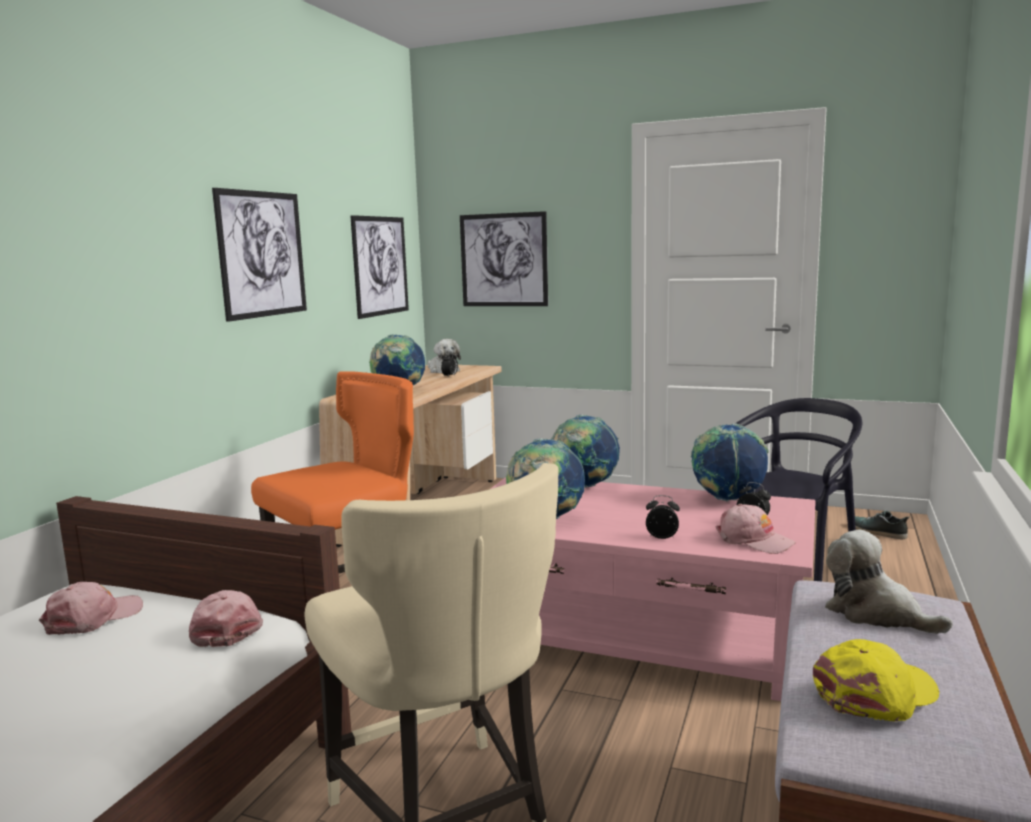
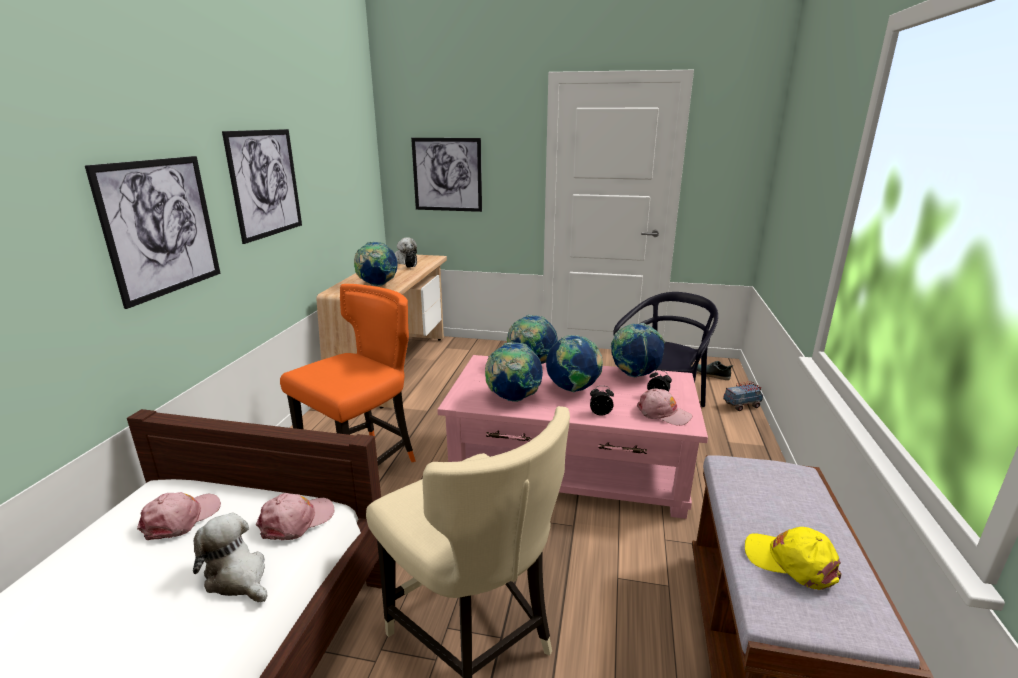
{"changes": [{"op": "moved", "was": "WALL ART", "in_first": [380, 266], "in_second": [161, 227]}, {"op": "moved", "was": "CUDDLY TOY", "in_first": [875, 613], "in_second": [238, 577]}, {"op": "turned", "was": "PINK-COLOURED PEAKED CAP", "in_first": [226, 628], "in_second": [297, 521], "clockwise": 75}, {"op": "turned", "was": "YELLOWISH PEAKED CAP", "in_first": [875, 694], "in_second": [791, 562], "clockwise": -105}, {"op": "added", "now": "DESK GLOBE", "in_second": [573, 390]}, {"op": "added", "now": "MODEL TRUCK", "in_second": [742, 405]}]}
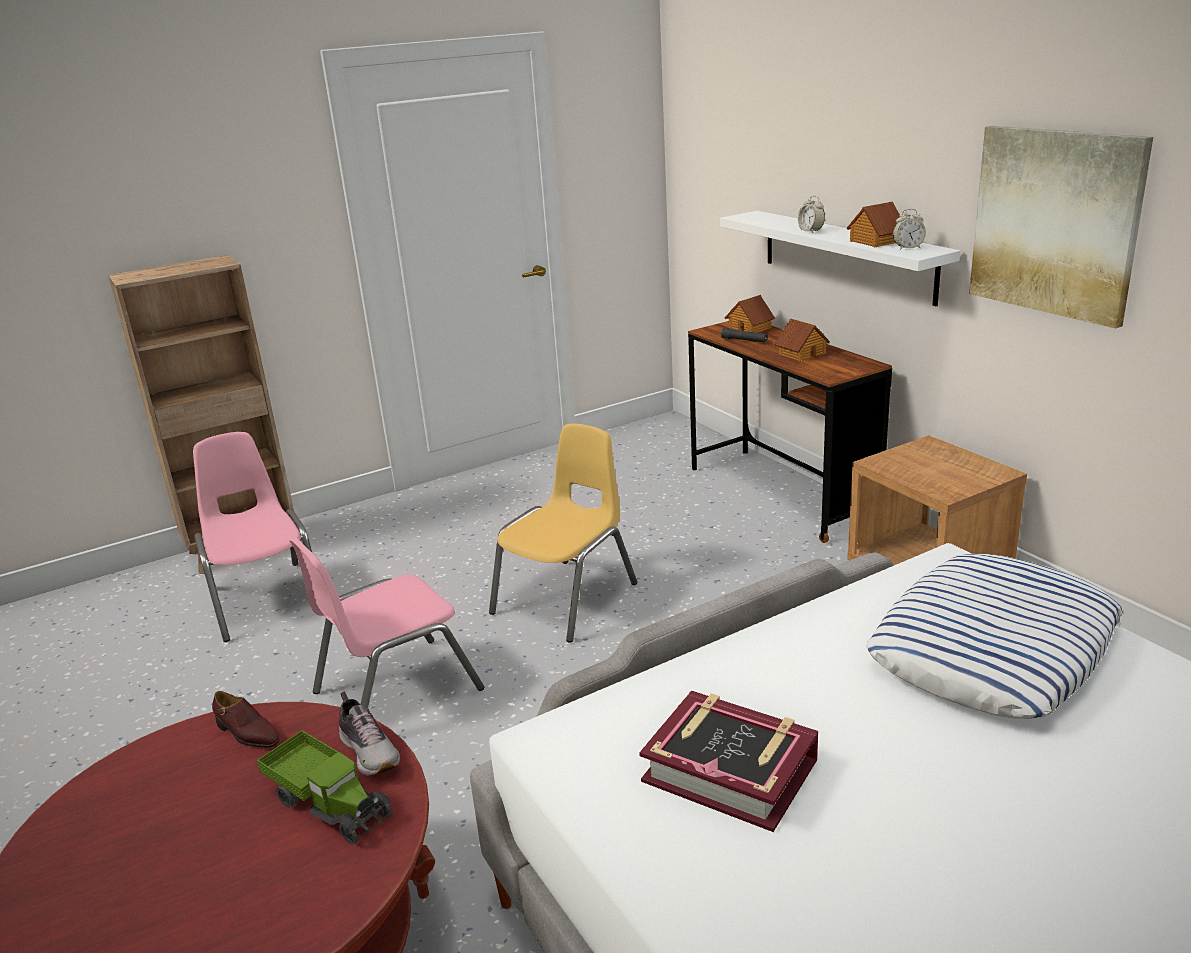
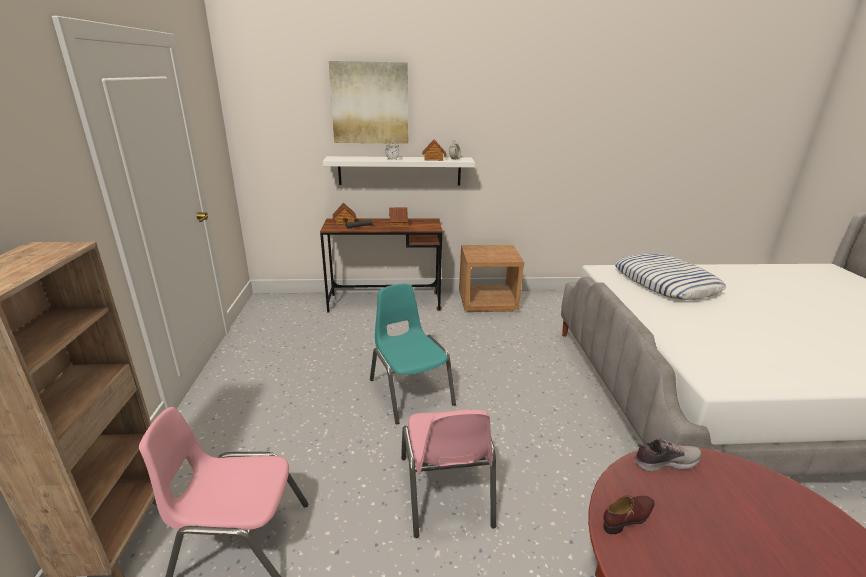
{"changes": [{"op": "moved", "was": "WALL ART", "in_first": [1055, 222], "in_second": [370, 103]}, {"op": "recoloured", "was": "YELLOWISH UPRIGHT CHAIR", "now": "BLUE-GREEN UPRIGHT CHAIR", "in_first": [567, 599], "in_second": [410, 392]}, {"op": "removed", "was": "BOOK", "in_first": [730, 770]}, {"op": "removed", "was": "MODEL TRUCK", "in_first": [329, 803]}]}
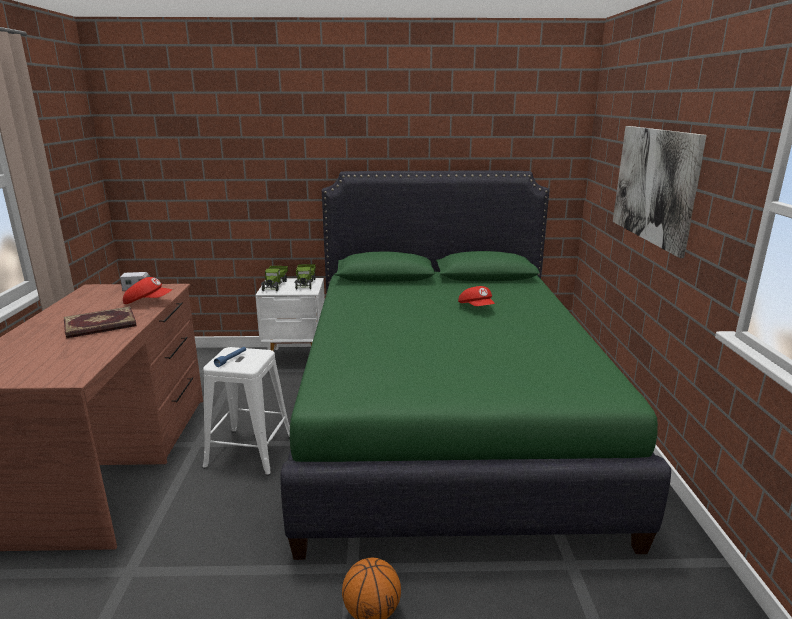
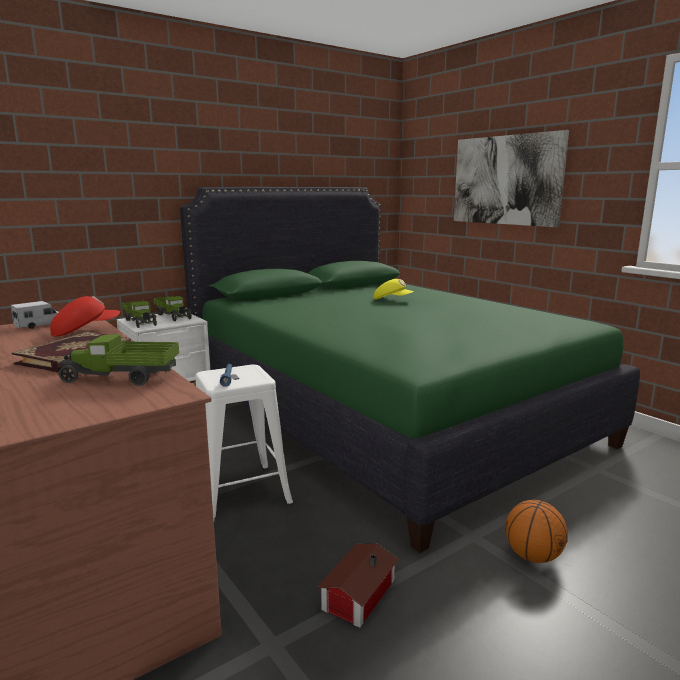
{"changes": [{"op": "recoloured", "was": "REDDISH PEAKED CAP", "now": "YELLOWISH PEAKED CAP", "in_first": [477, 308], "in_second": [392, 300]}, {"op": "added", "now": "MODEL TRUCK", "in_second": [121, 378]}, {"op": "added", "now": "MINIATURE HOUSE", "in_second": [356, 595]}]}
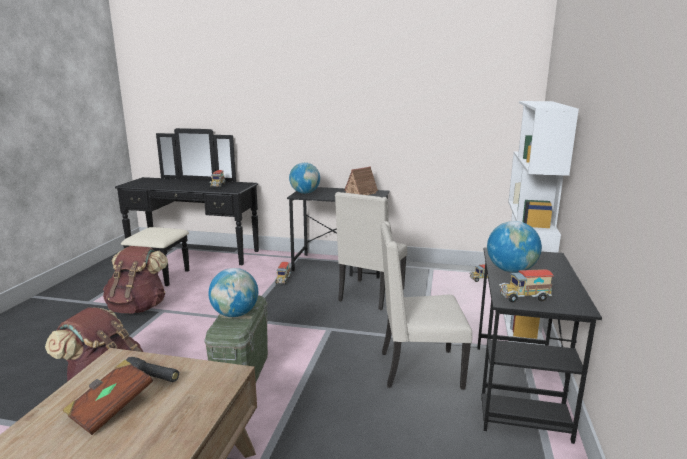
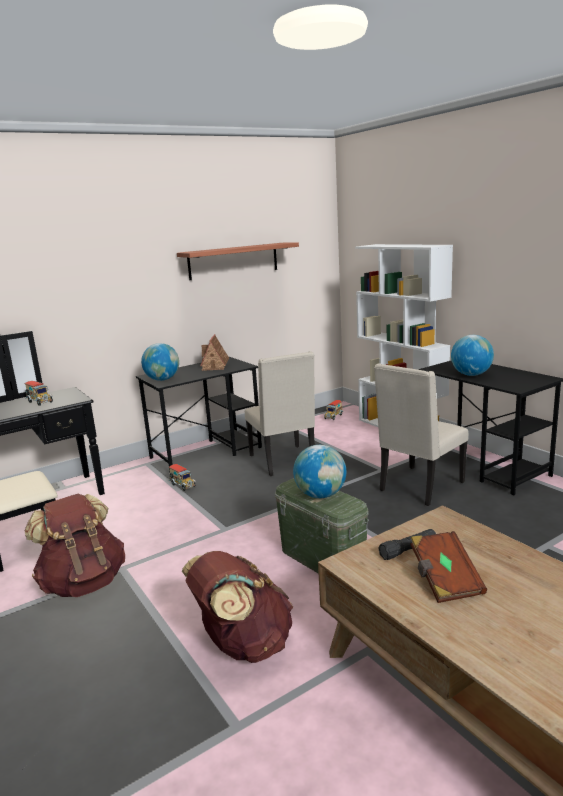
{"changes": [{"op": "removed", "was": "MODEL TRUCK", "in_first": [524, 298]}, {"op": "added", "now": "WALL SHELF", "in_second": [233, 261]}]}
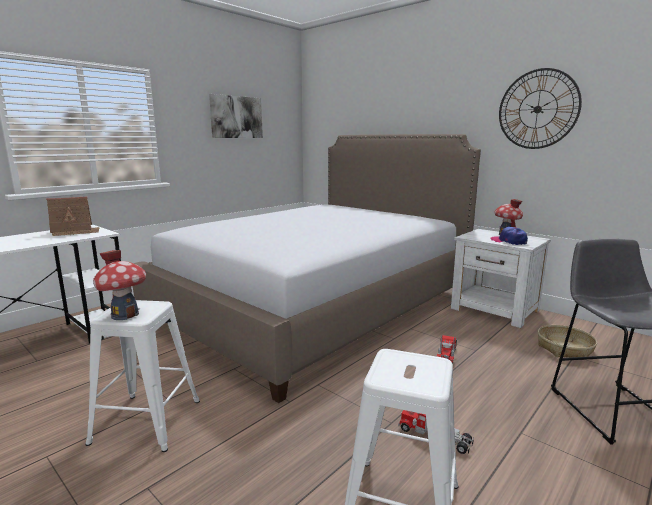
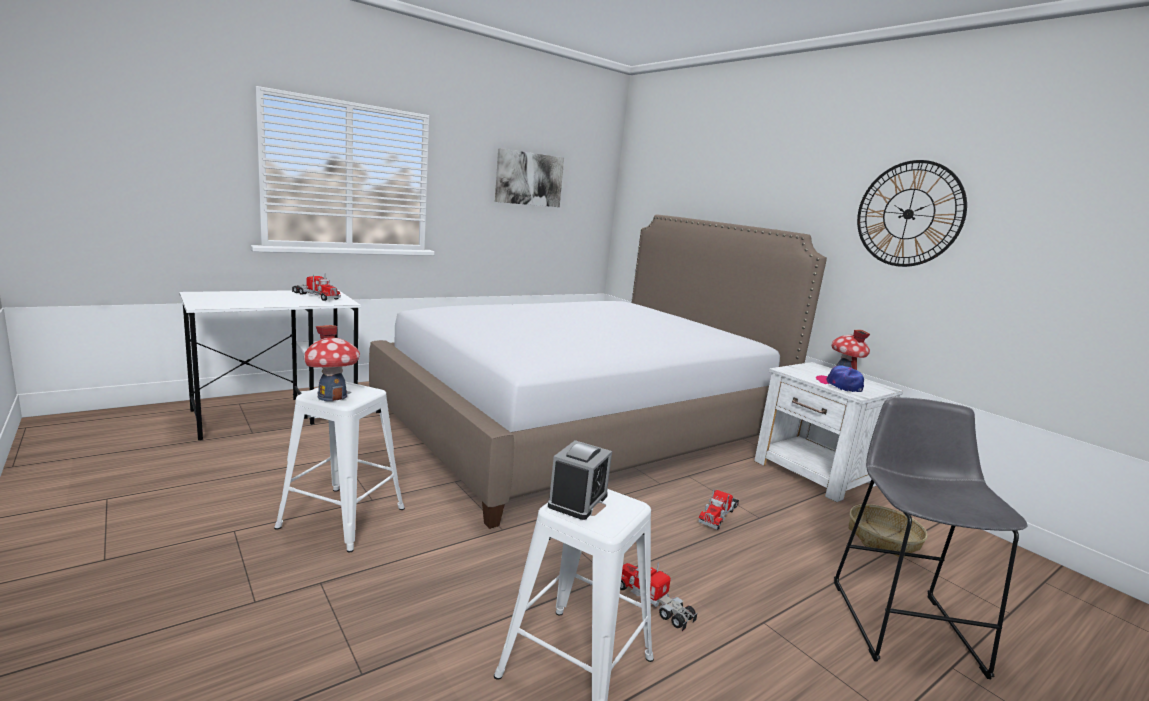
{"changes": [{"op": "replaced", "was": "MINIATURE HOUSE", "now": "MODEL TRUCK", "in_first": [75, 232], "in_second": [315, 296]}, {"op": "added", "now": "TABLE CLOCK", "in_second": [578, 501]}]}
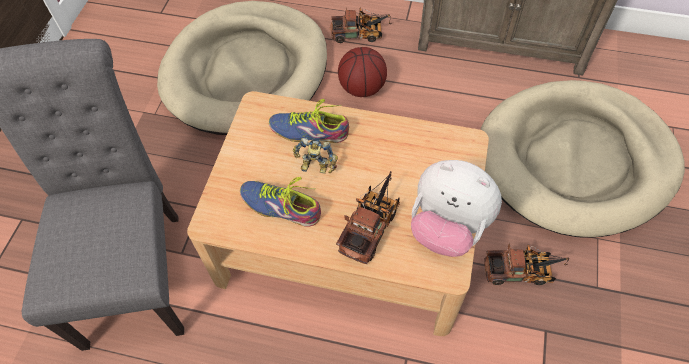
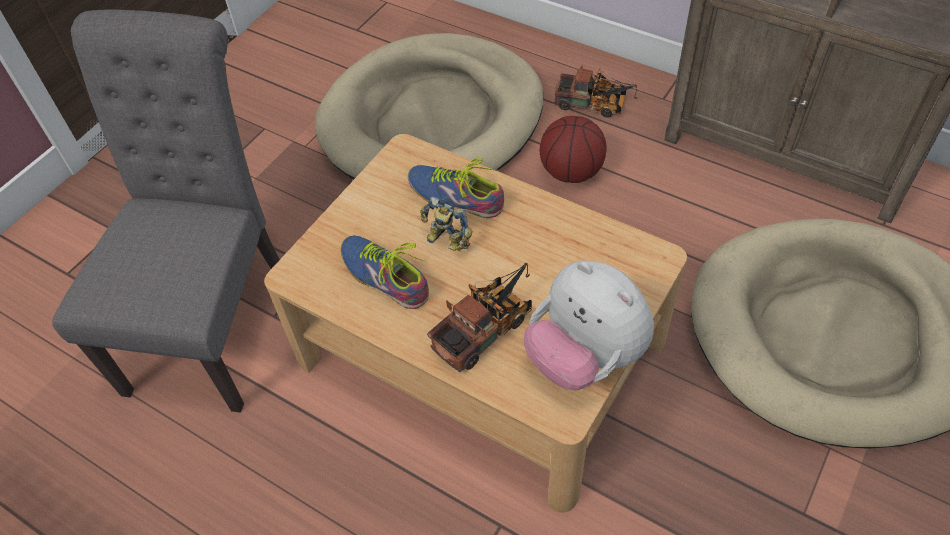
{"changes": [{"op": "removed", "was": "MODEL TRUCK", "in_first": [522, 272]}]}
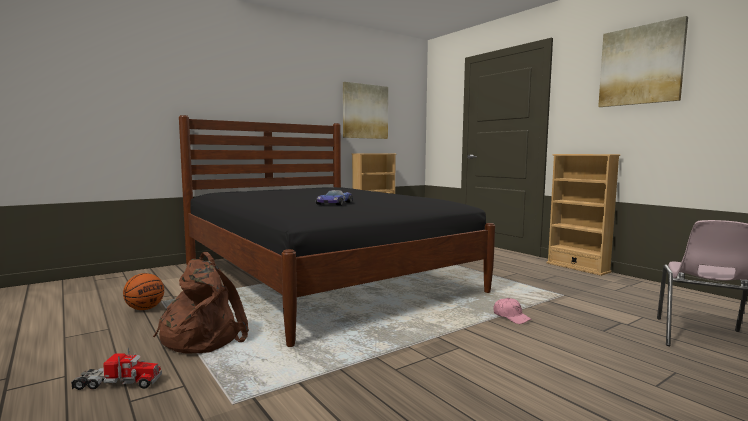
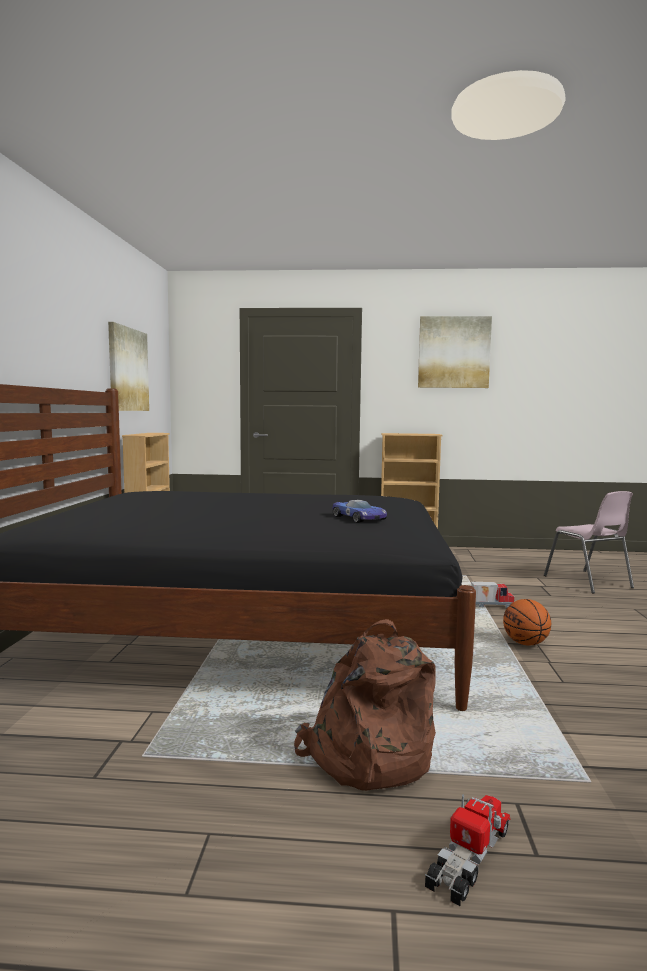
{"changes": [{"op": "moved", "was": "BASKETBALL", "in_first": [145, 309], "in_second": [525, 643]}, {"op": "replaced", "was": "PINK-COLOURED PEAKED CAP", "now": "MODEL TRUCK", "in_first": [511, 317], "in_second": [491, 606]}]}
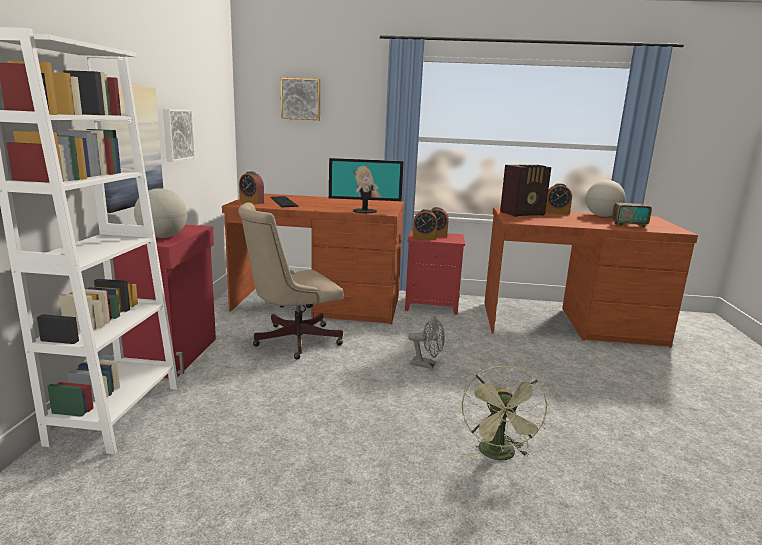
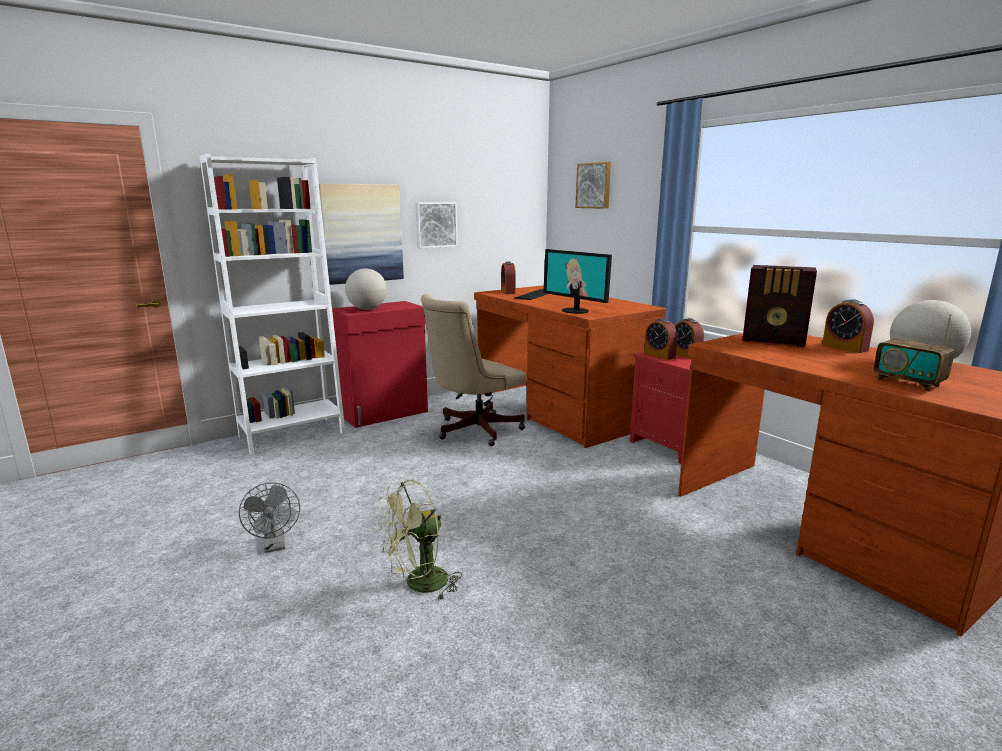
{"changes": [{"op": "turned", "was": "BEIGE-COLOURED COMPUTER CHAIR", "in_first": [291, 340], "in_second": [473, 430], "clockwise": -60}, {"op": "moved", "was": "GRAY COOLING FAN", "in_first": [427, 365], "in_second": [275, 546]}]}
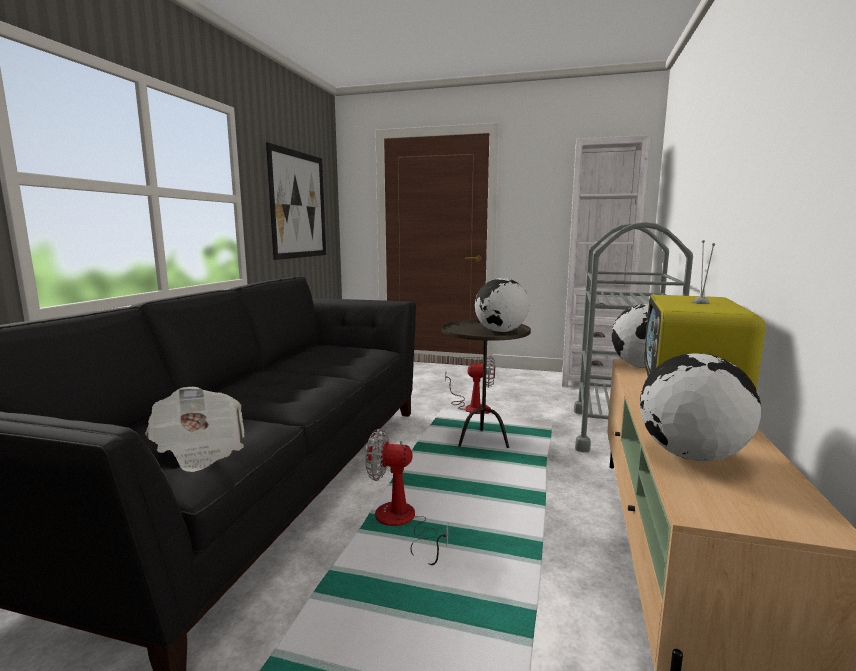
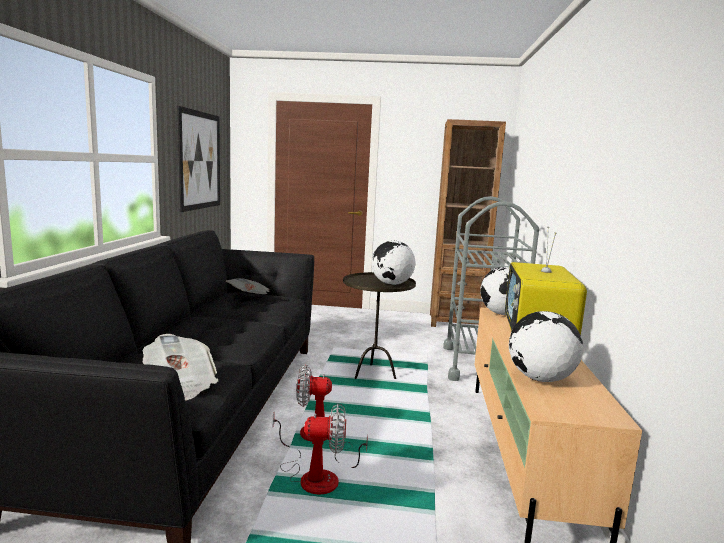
{"changes": [{"op": "recoloured", "was": "WHITISH BOOKCASE", "now": "BROWNISH BOOKCASE", "in_first": [592, 381], "in_second": [455, 322]}, {"op": "moved", "was": "COOLING FAN", "in_first": [472, 407], "in_second": [311, 476]}, {"op": "added", "now": "NEWSPAPER", "in_second": [250, 298]}]}
